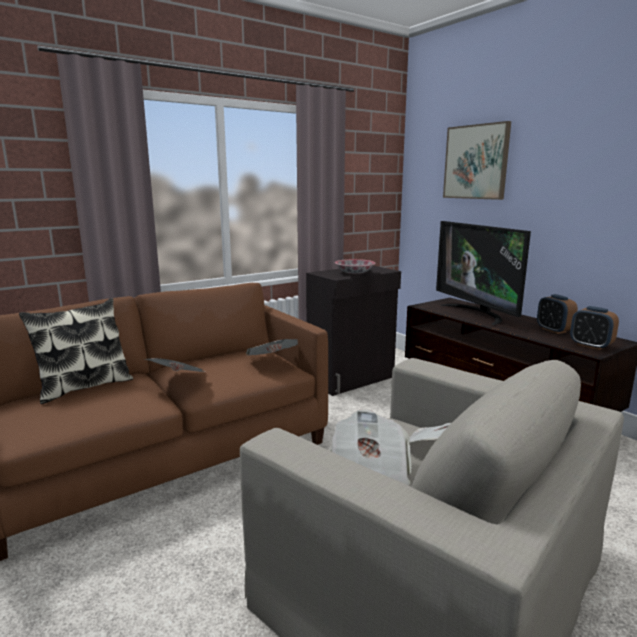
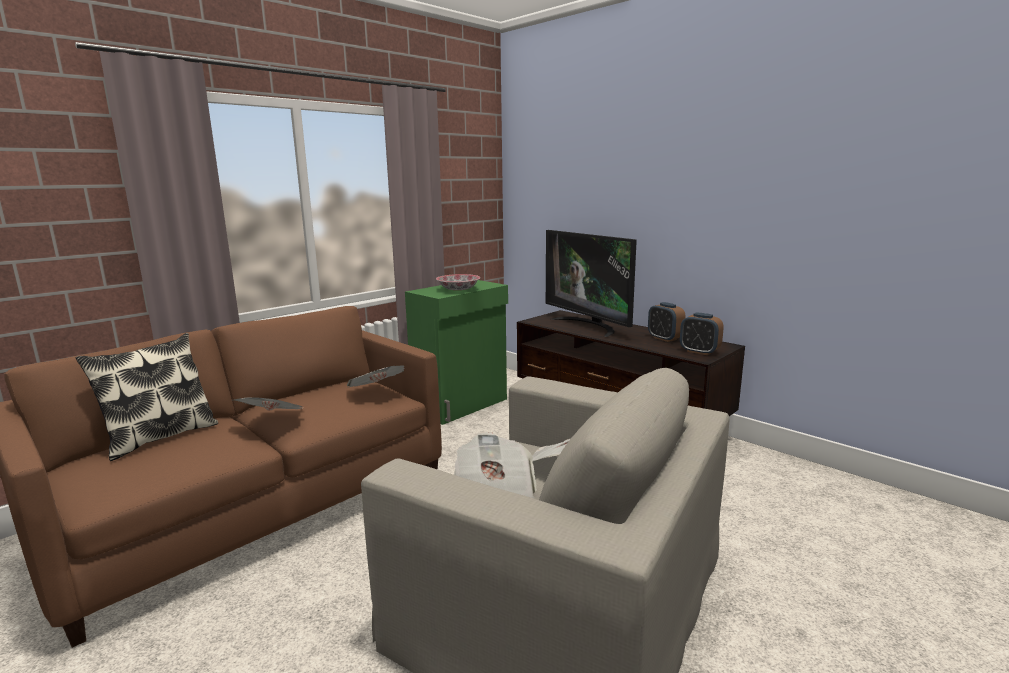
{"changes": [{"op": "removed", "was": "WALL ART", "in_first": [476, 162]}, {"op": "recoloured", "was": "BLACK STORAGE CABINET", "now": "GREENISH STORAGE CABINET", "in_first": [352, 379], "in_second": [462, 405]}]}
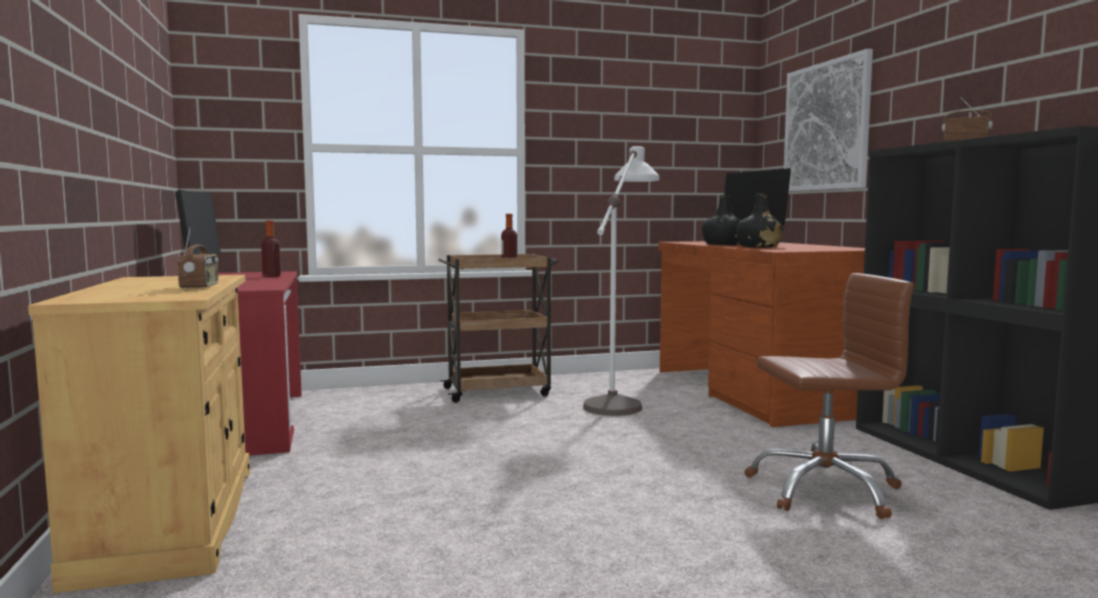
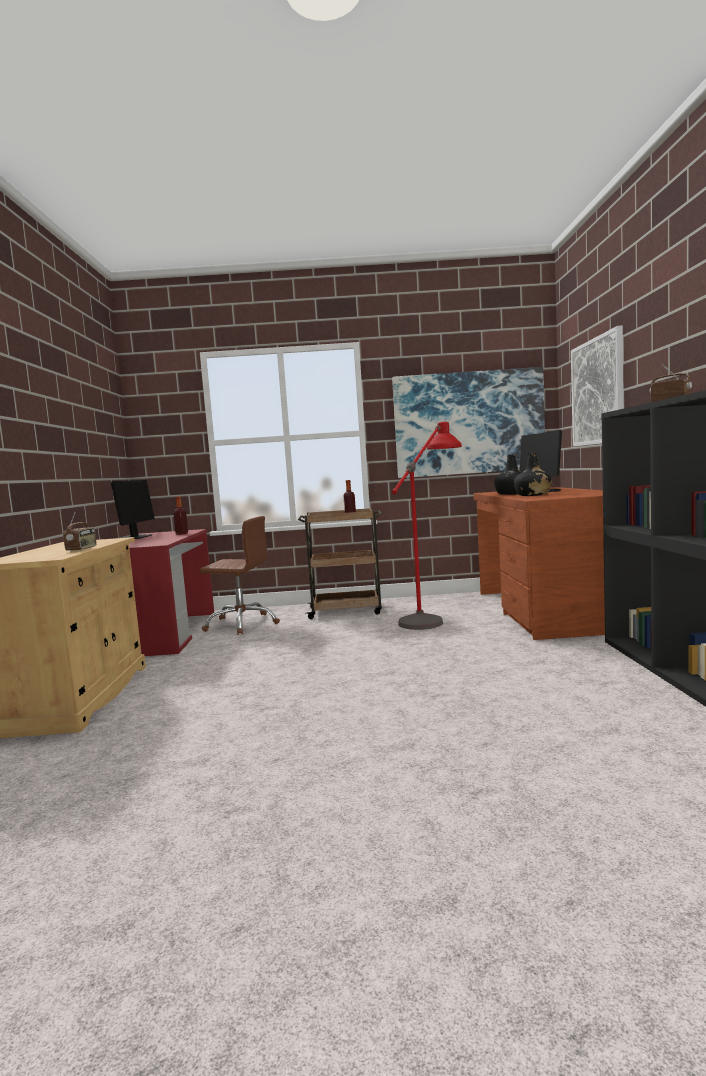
{"changes": [{"op": "recoloured", "was": "WHITISH FLOOR LAMP", "now": "REDDISH FLOOR LAMP", "in_first": [621, 397], "in_second": [434, 615]}, {"op": "moved", "was": "BROWNISH COMPUTER CHAIR", "in_first": [824, 489], "in_second": [242, 624]}, {"op": "added", "now": "WALL ART", "in_second": [469, 423]}]}
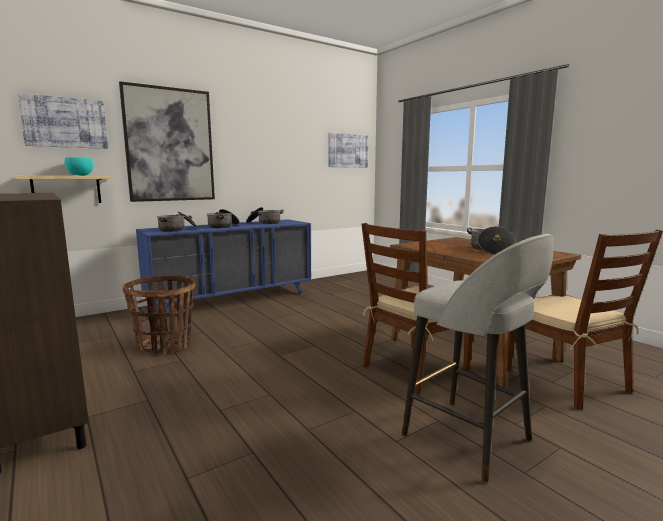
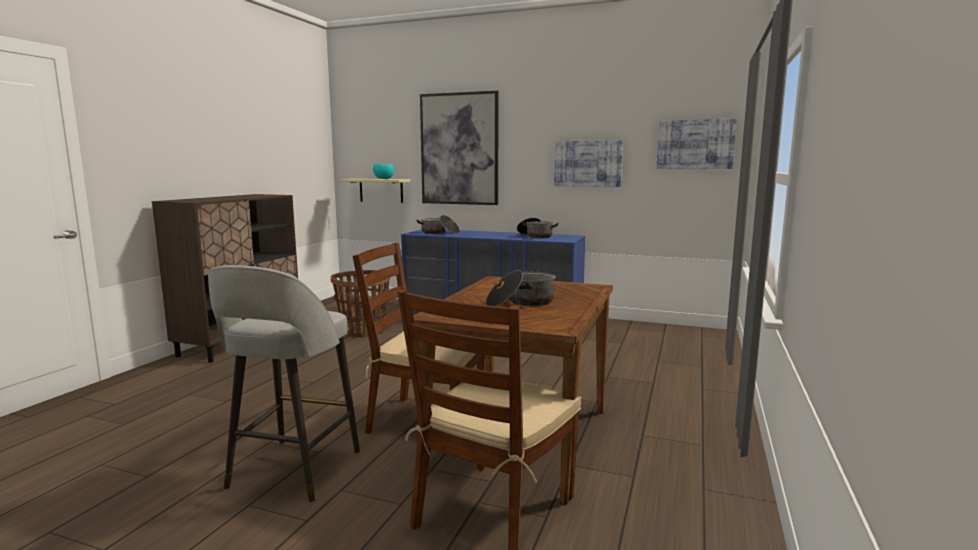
{"changes": [{"op": "moved", "was": "WALL ART", "in_first": [65, 122], "in_second": [587, 163]}, {"op": "removed", "was": "COOKING POT", "in_first": [223, 226]}]}
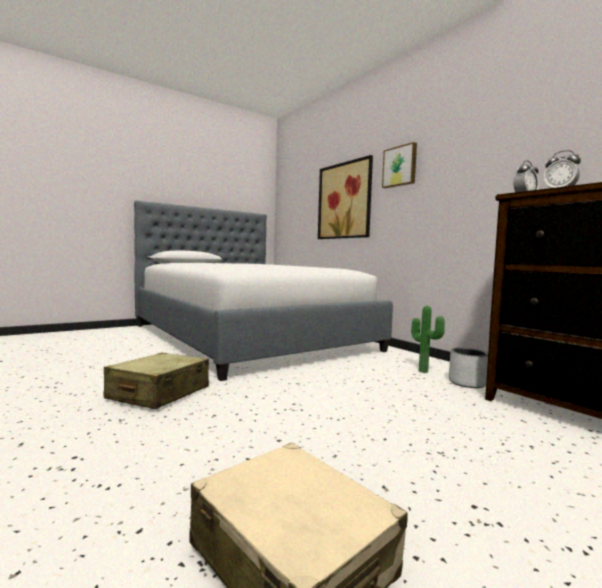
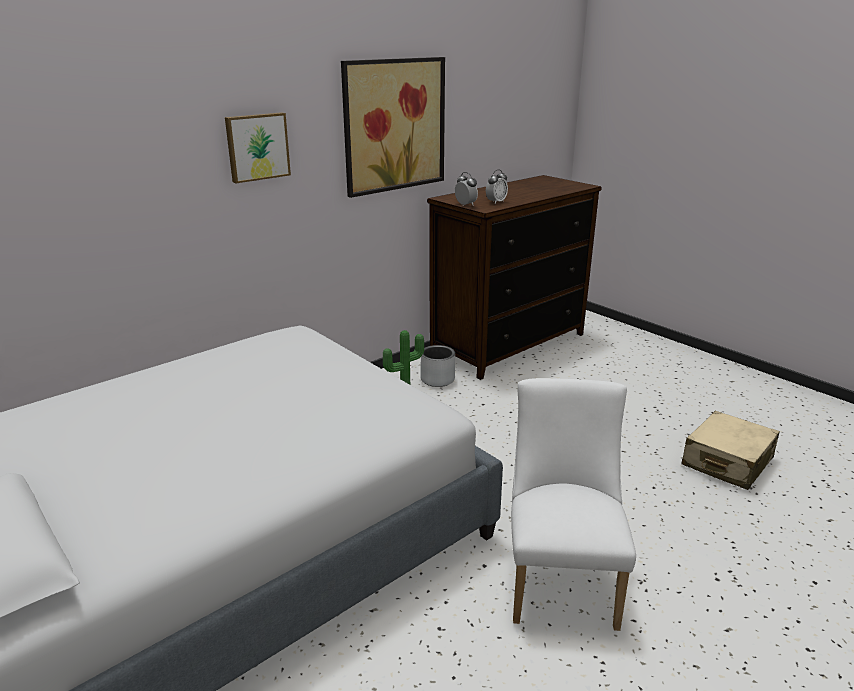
{"changes": [{"op": "moved", "was": "WALL ART", "in_first": [344, 201], "in_second": [394, 125]}, {"op": "replaced", "was": "BEIGE-COLOURED PIECE OF LUGGAGE", "now": "WHITISH UPRIGHT CHAIR", "in_first": [158, 394], "in_second": [560, 578]}]}
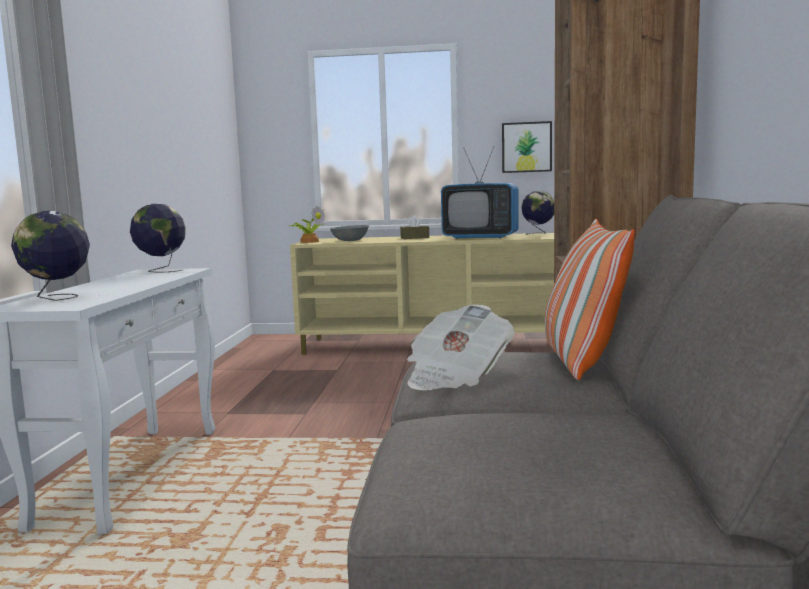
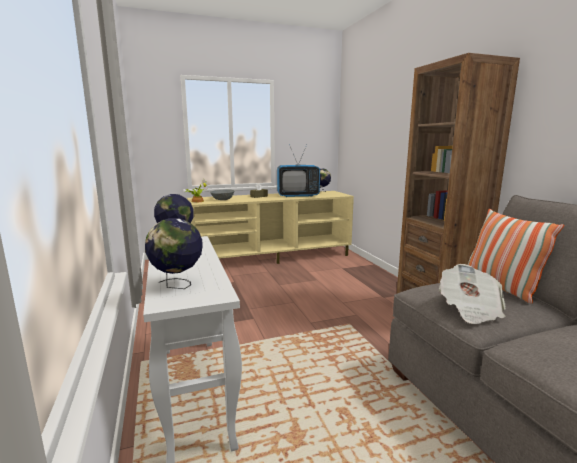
{"changes": [{"op": "removed", "was": "WALL ART", "in_first": [526, 147]}]}
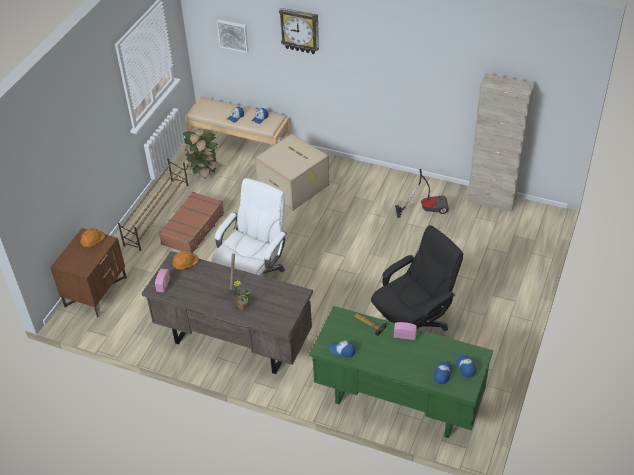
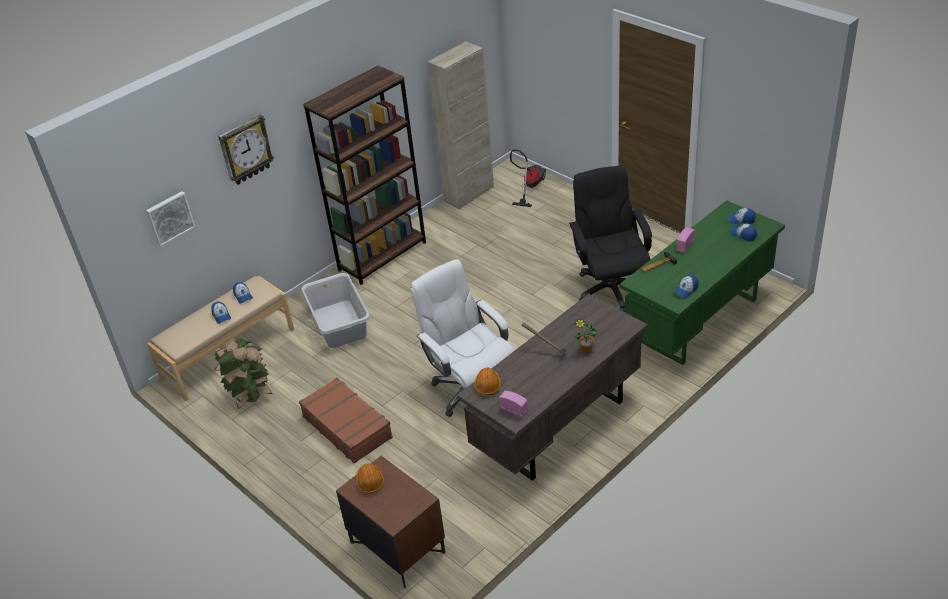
{"changes": [{"op": "replaced", "was": "CARDBOARD BOX", "now": "GRAY WASHING BASKET", "in_first": [294, 186], "in_second": [340, 323]}, {"op": "removed", "was": "BROWNISH SHOE STAND", "in_first": [157, 214]}, {"op": "moved", "was": "HOOVER", "in_first": [426, 208], "in_second": [529, 187]}, {"op": "added", "now": "BROWNISH BOOKCASE", "in_second": [382, 256]}]}
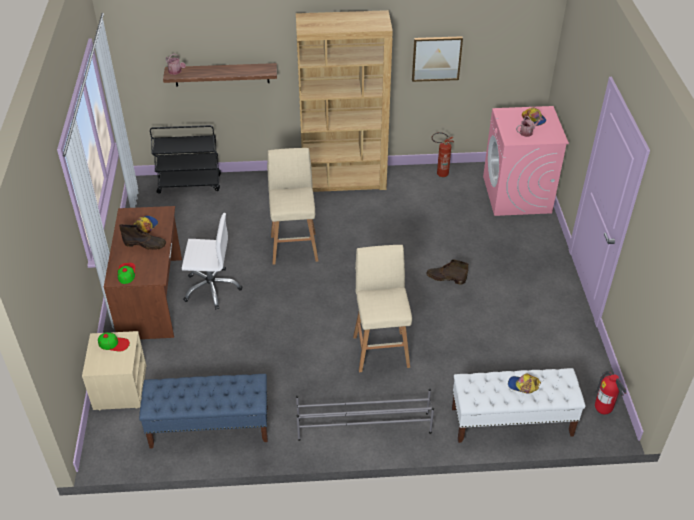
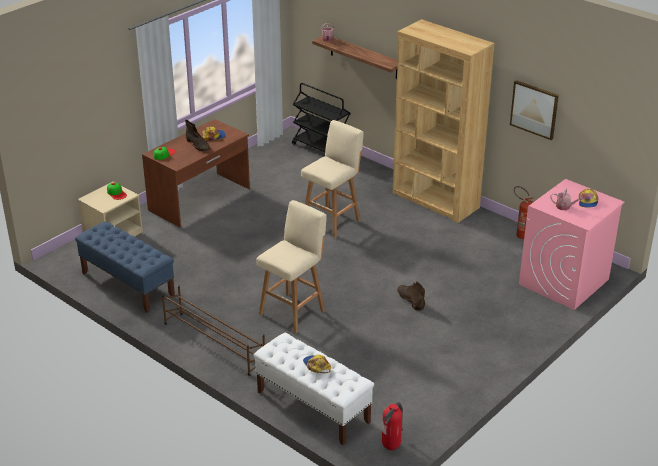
{"changes": [{"op": "removed", "was": "WHITISH COMPUTER CHAIR", "in_first": [212, 288]}, {"op": "recoloured", "was": "GRAY SHOE STAND", "now": "BROWNISH SHOE STAND", "in_first": [363, 426], "in_second": [213, 343]}]}
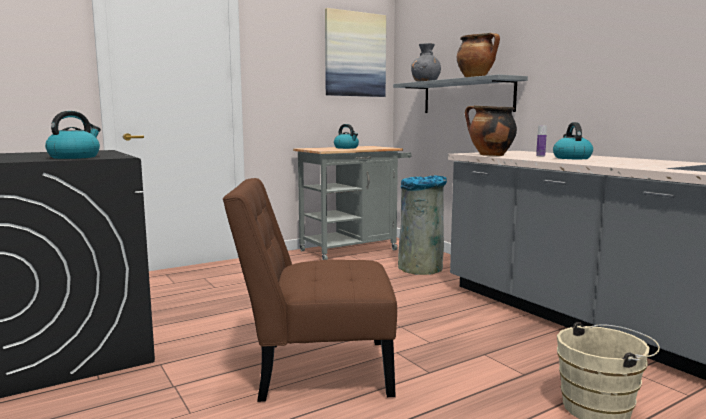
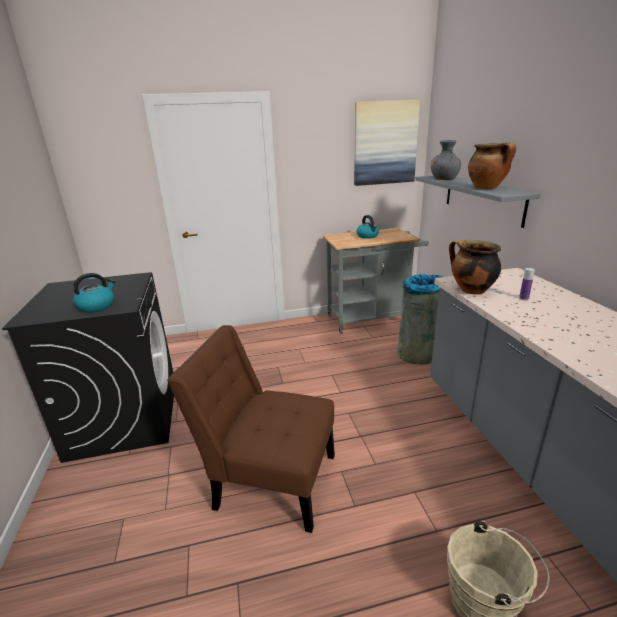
{"changes": [{"op": "removed", "was": "WATER KETTLE", "in_first": [571, 158]}]}
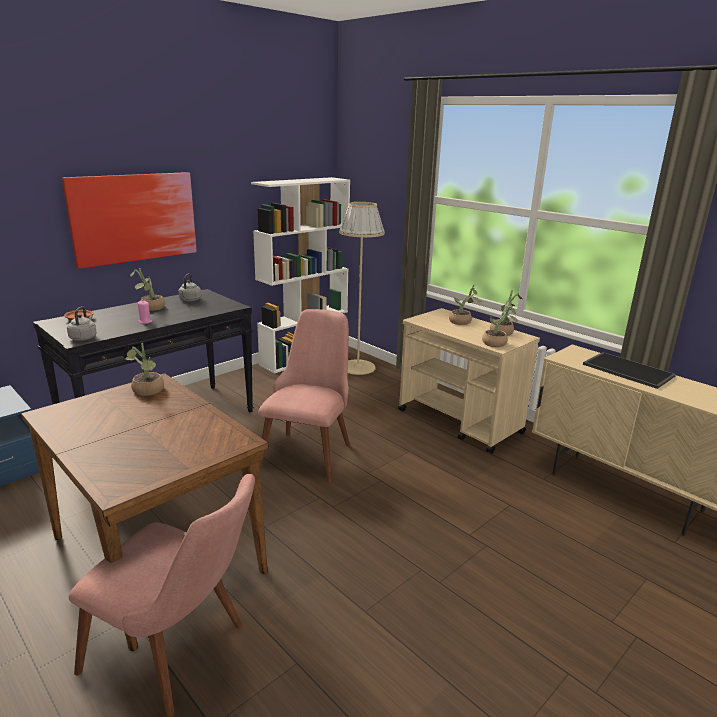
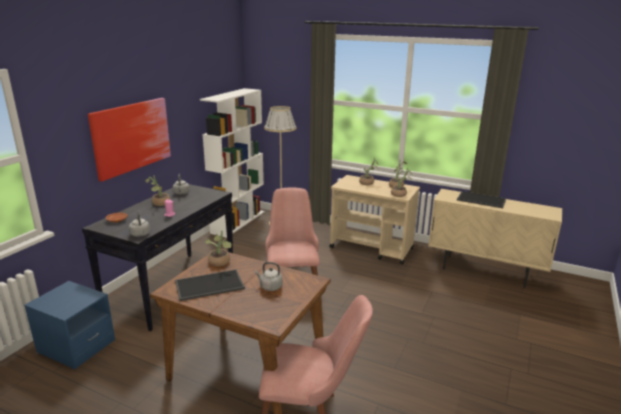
{"changes": [{"op": "added", "now": "GRAY WATER KETTLE", "in_second": [269, 287]}, {"op": "added", "now": "SERVING TRAY", "in_second": [209, 286]}]}
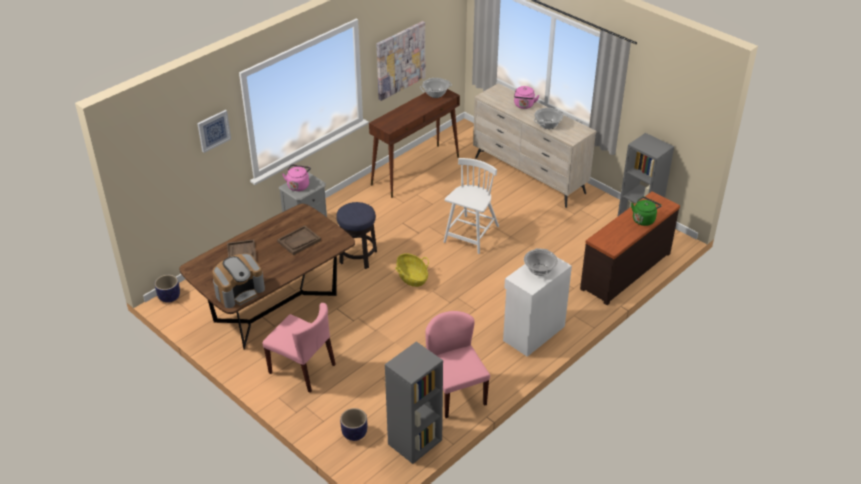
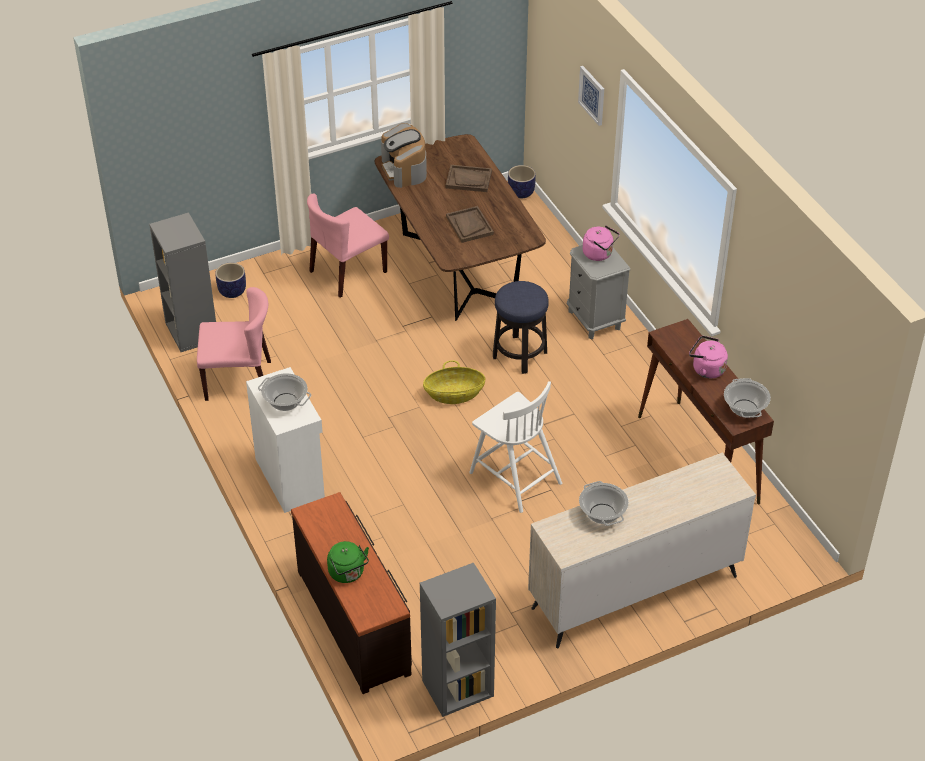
{"changes": [{"op": "removed", "was": "WALL ART", "in_first": [400, 60]}, {"op": "moved", "was": "PINK-COLOURED WATER KETTLE", "in_first": [524, 105], "in_second": [706, 369]}]}
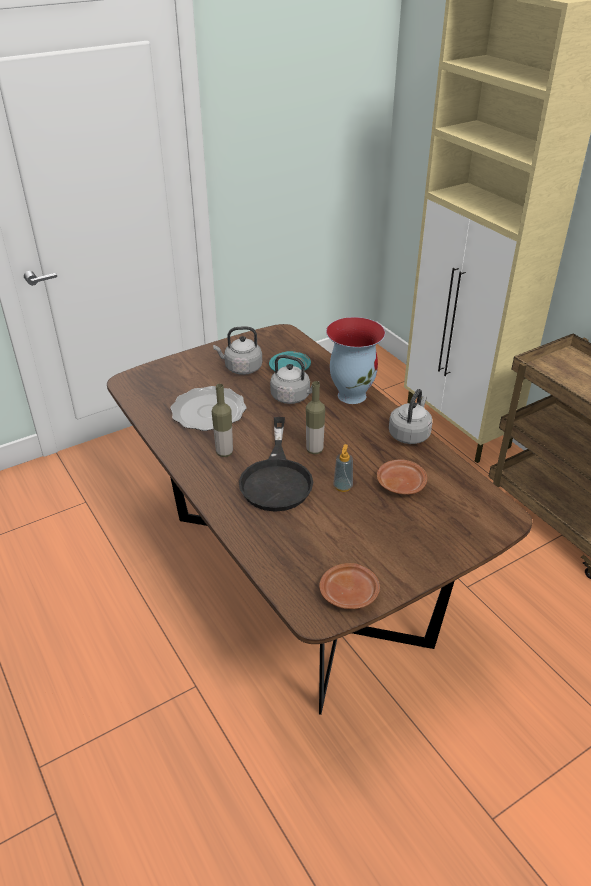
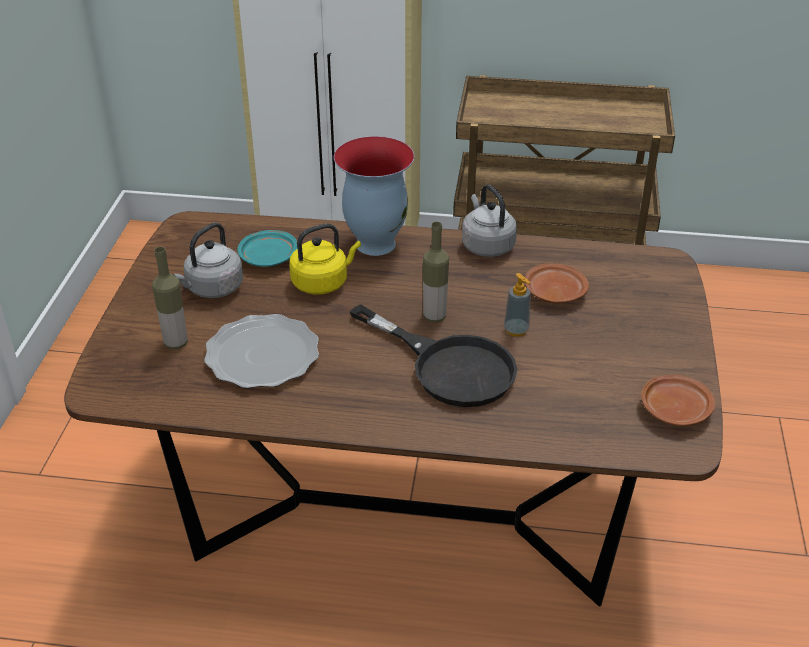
{"changes": [{"op": "recoloured", "was": "GRAY WATER KETTLE", "now": "YELLOWISH WATER KETTLE", "in_first": [292, 397], "in_second": [322, 282]}, {"op": "moved", "was": "DRINK BOTTLE", "in_first": [224, 452], "in_second": [176, 343]}]}
